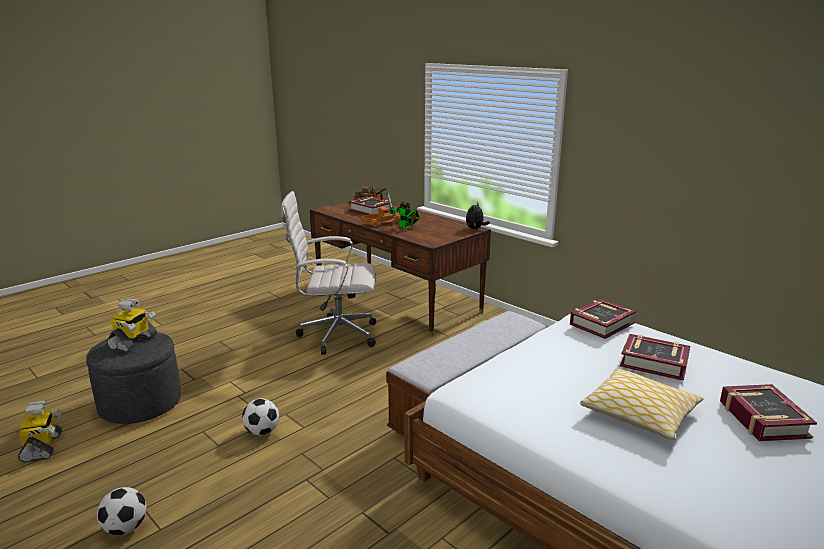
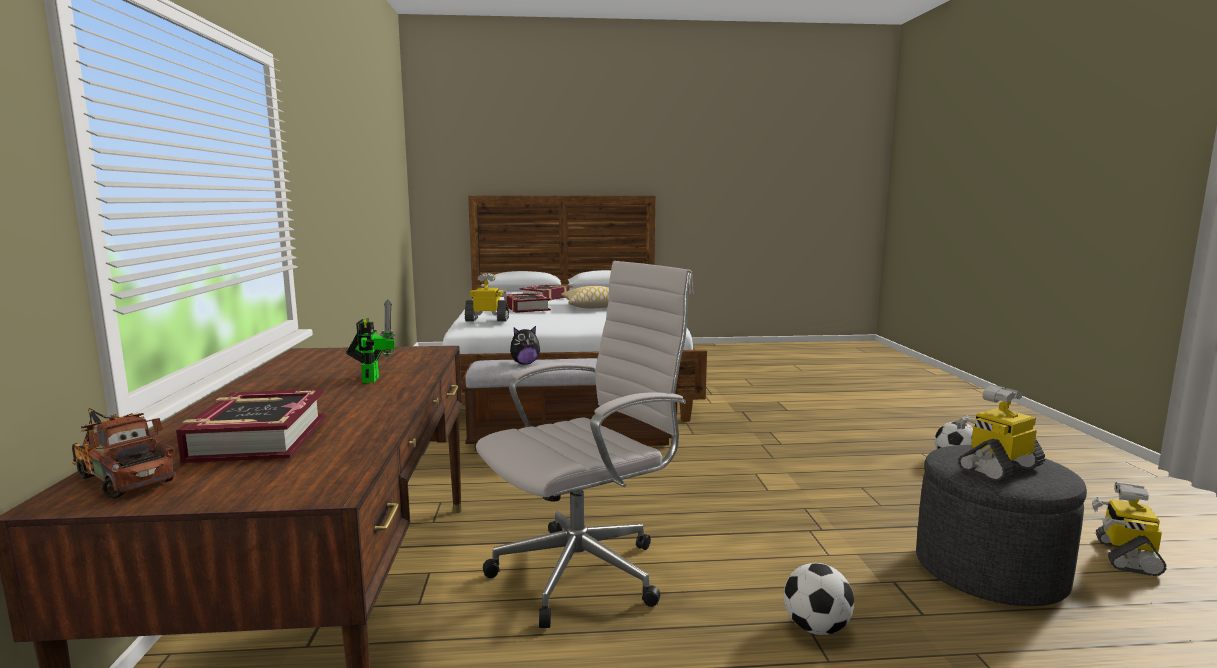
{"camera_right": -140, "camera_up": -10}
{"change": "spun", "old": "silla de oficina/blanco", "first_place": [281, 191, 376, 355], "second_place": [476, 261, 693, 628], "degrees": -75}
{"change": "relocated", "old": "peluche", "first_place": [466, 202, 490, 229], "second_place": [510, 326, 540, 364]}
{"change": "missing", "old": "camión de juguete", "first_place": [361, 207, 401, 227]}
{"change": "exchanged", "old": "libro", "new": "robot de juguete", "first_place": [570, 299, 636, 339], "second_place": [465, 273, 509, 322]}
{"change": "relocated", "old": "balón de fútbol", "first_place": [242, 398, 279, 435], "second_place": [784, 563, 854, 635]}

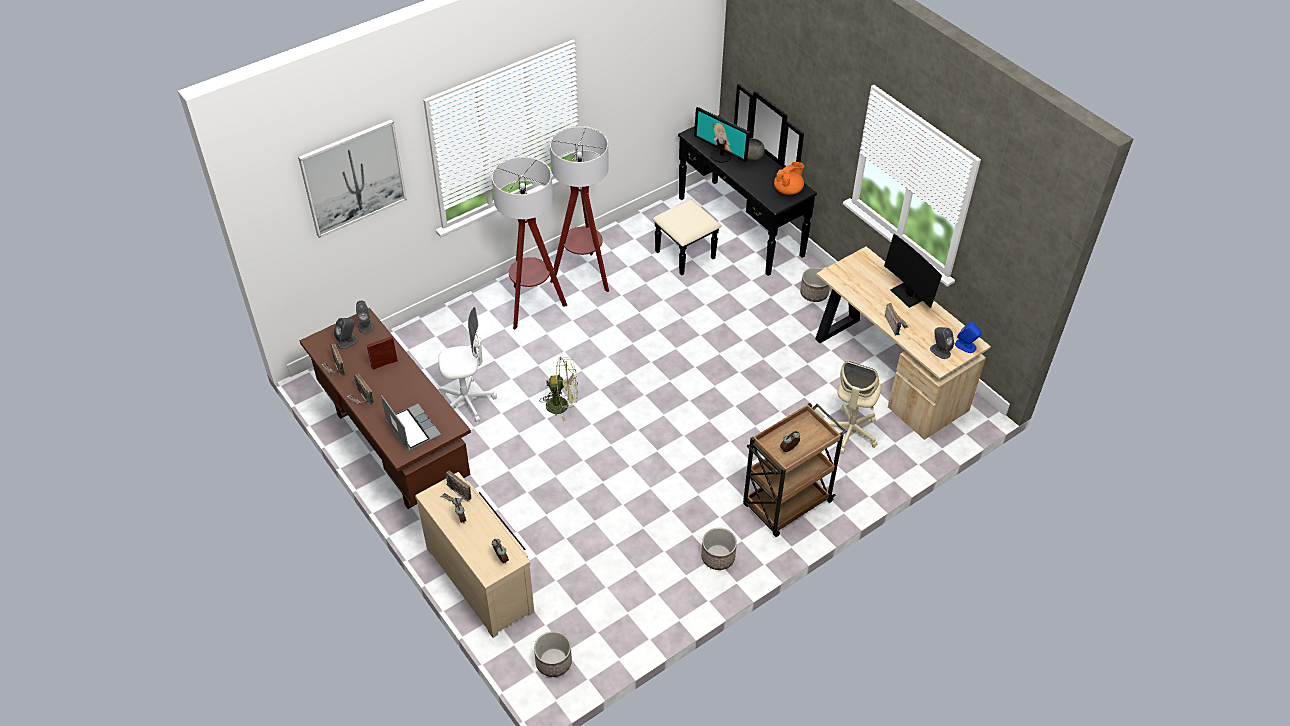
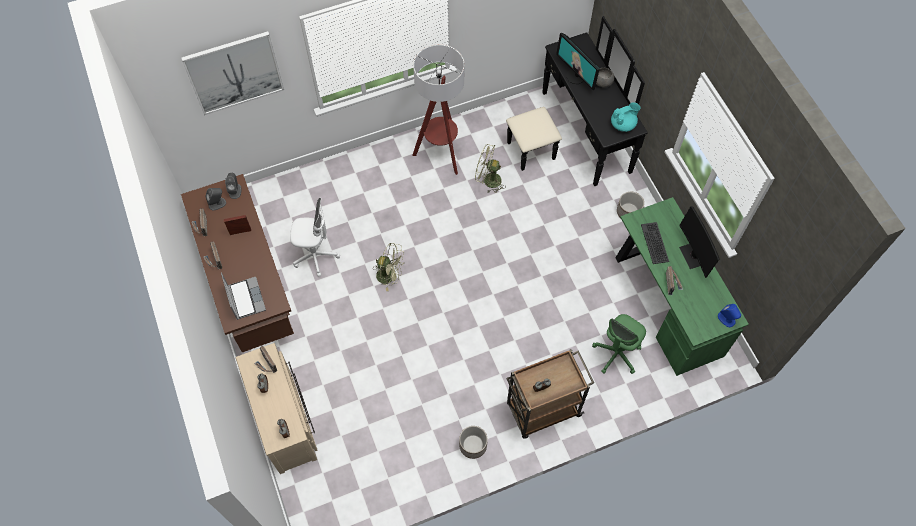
{"camera_right": 15, "camera_up": 15}
{"change": "missing", "old": "lámpara de pie", "first_place": [492, 156, 567, 329]}
{"change": "colour", "old": "tetera/naranja", "new": "tetera/turquesa", "first_place": [774, 162, 804, 195], "second_place": [611, 102, 641, 132]}
{"change": "colour", "old": "escritorio/beis", "new": "escritorio/verde", "first_place": [815, 246, 991, 440], "second_place": [615, 197, 749, 376]}
{"change": "missing", "old": "altavoz/gris", "first_place": [930, 327, 954, 359]}
{"change": "colour", "old": "silla de oficina/beis", "new": "silla de oficina/verde", "first_place": [827, 361, 881, 453], "second_place": [592, 314, 646, 374]}
{"change": "missing", "old": "maceta", "first_place": [534, 631, 572, 677]}
{"change": "appeared", "new": "ventilador/verde", "second_place": [475, 144, 506, 193]}
{"change": "appeared", "new": "teclado", "second_place": [641, 222, 669, 264]}

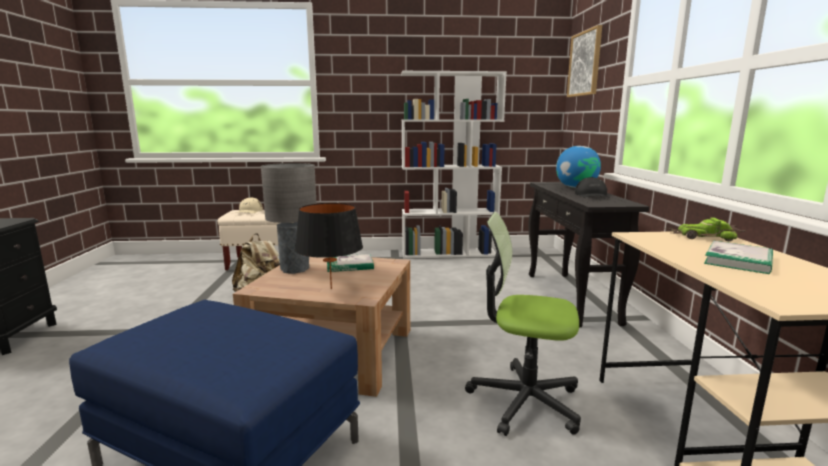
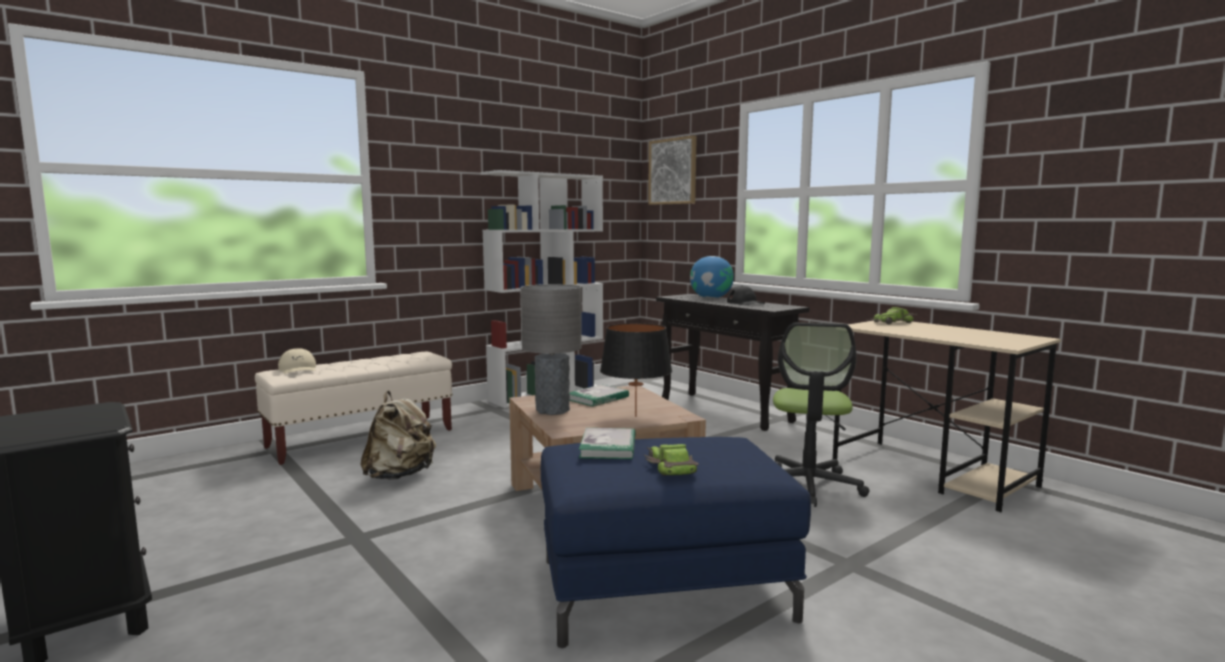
{"camera_right": -35, "camera_up": -5}
{"change": "spun", "old": "silla de oficina", "first_place": [465, 212, 581, 436], "second_place": [773, 322, 870, 507], "degrees": -60}
{"change": "relocated", "old": "libro", "first_place": [704, 241, 773, 274], "second_place": [579, 428, 635, 459]}
{"change": "appeared", "new": "coche de juguete", "second_place": [643, 444, 699, 476]}

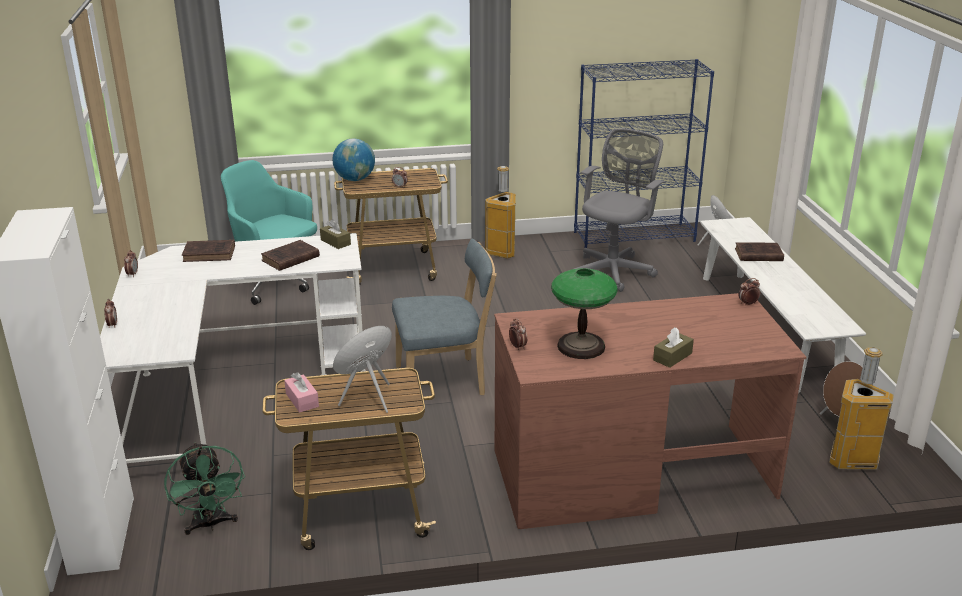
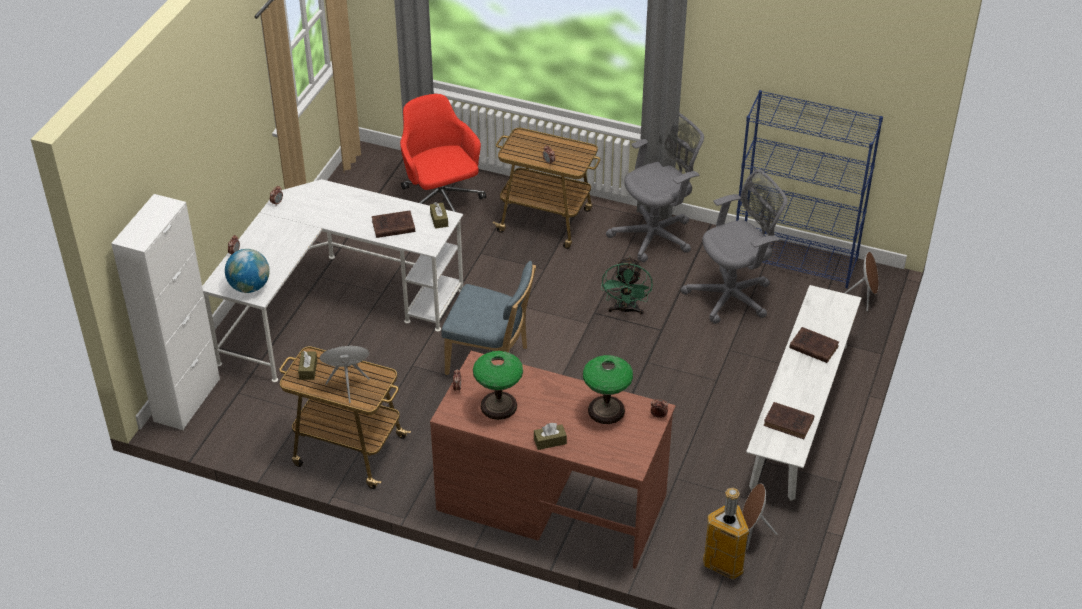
{"camera_right": 30, "camera_up": 15}
{"change": "relocated", "old": "globo terráqueo", "first_place": [333, 139, 375, 181], "second_place": [225, 249, 270, 293]}
{"change": "colour", "old": "silla de oficina/turquesa", "new": "silla de oficina/rojo", "first_place": [221, 160, 317, 305], "second_place": [400, 94, 486, 212]}
{"change": "exchanged", "old": "papelera", "new": "silla de oficina/gris", "first_place": [485, 166, 516, 258], "second_place": [606, 113, 704, 262]}
{"change": "relocated", "old": "libro/marrón", "first_place": [182, 240, 235, 262], "second_place": [763, 402, 814, 439]}
{"change": "colour", "old": "caja de pañuelos/rosa", "new": "caja de pañuelos/marrón", "first_place": [284, 372, 319, 413], "second_place": [298, 351, 317, 380]}
{"change": "relocated", "old": "ventilador/verde", "first_place": [164, 442, 245, 535], "second_place": [601, 256, 653, 315]}
{"change": "appeared", "new": "lámpara de mesa", "second_place": [583, 355, 633, 424]}

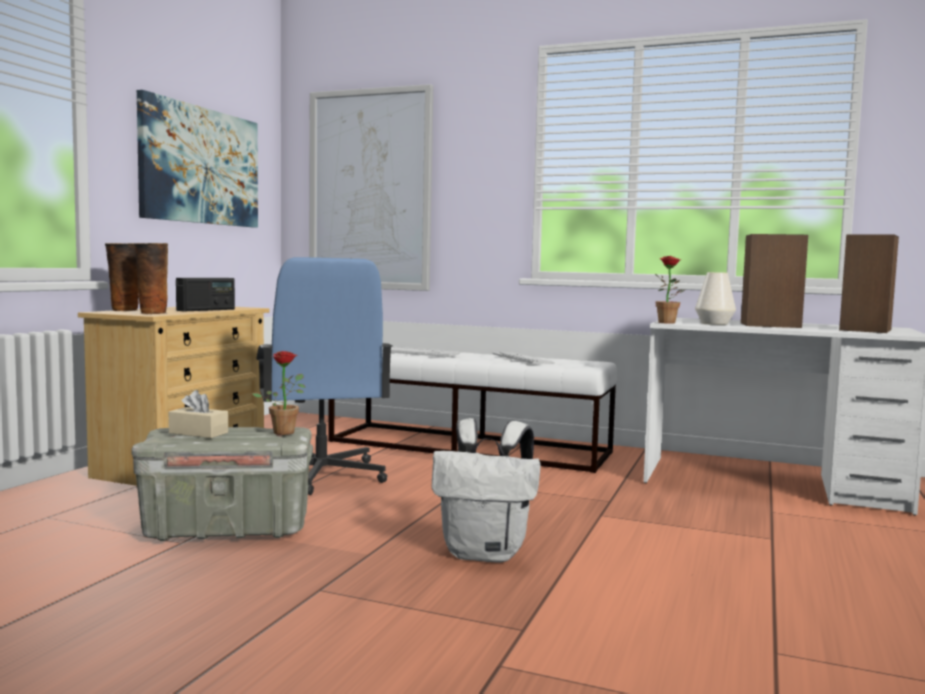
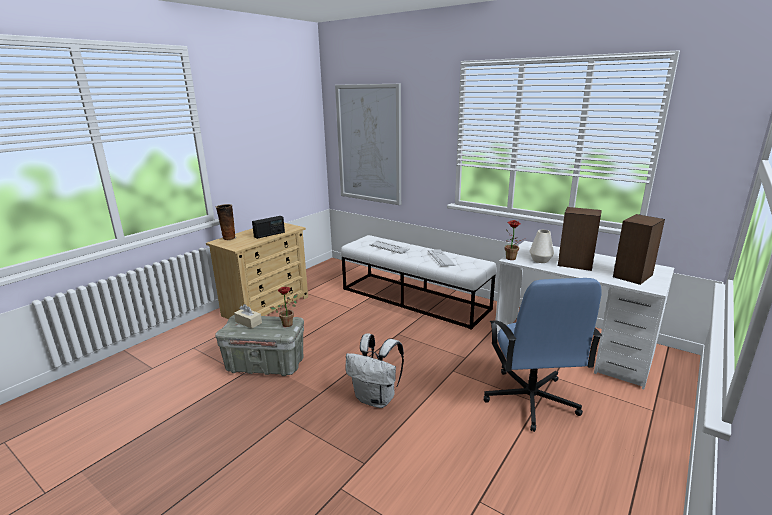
{"camera_right": 15, "camera_up": 15}
{"change": "missing", "old": "cuadro", "first_place": [137, 90, 258, 228]}
{"change": "missing", "old": "florero", "first_place": [134, 243, 168, 314]}
{"change": "relocated", "old": "silla de oficina/azul", "first_place": [257, 257, 392, 495], "second_place": [484, 278, 602, 432]}

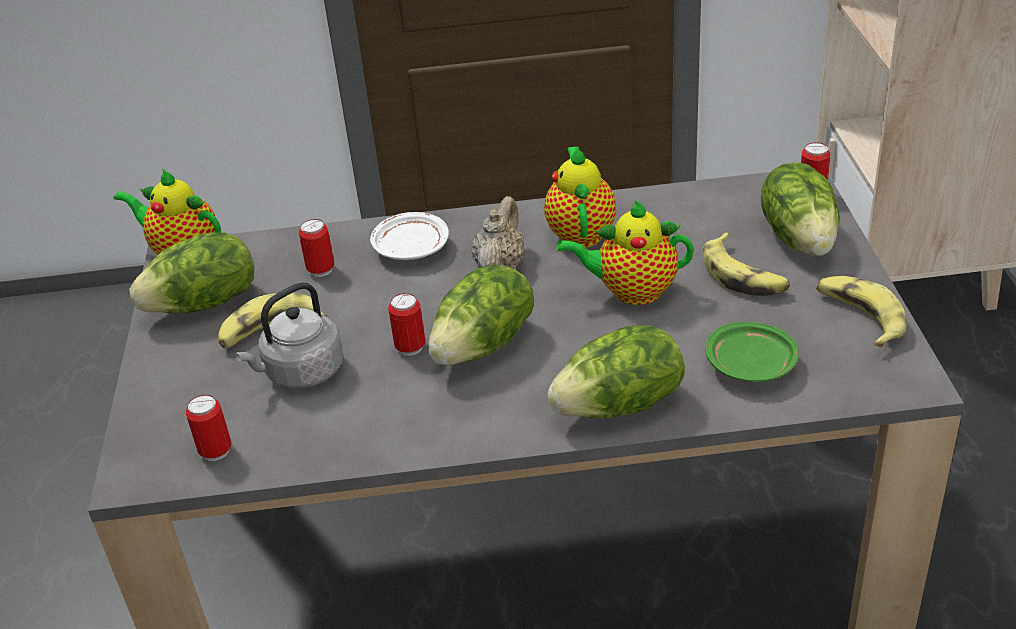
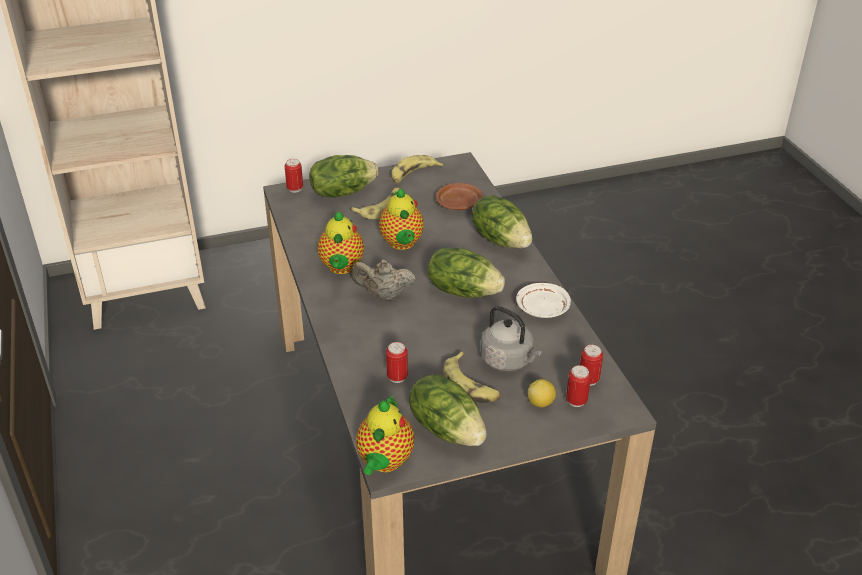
{"camera_right": -105, "camera_up": 0}
{"change": "spun", "old": "tetera", "first_place": [544, 147, 616, 248], "second_place": [317, 212, 364, 274], "degrees": -75}
{"change": "relocated", "old": "plato/blanco", "first_place": [370, 212, 449, 260], "second_place": [516, 283, 571, 318]}
{"change": "relocated", "old": "lata", "first_place": [388, 293, 425, 356], "second_place": [566, 365, 591, 407]}
{"change": "colour", "old": "plato/verde", "new": "plato/marrón", "first_place": [705, 322, 799, 382], "second_place": [436, 183, 483, 210]}
{"change": "appeared", "new": "limón", "second_place": [528, 379, 556, 407]}

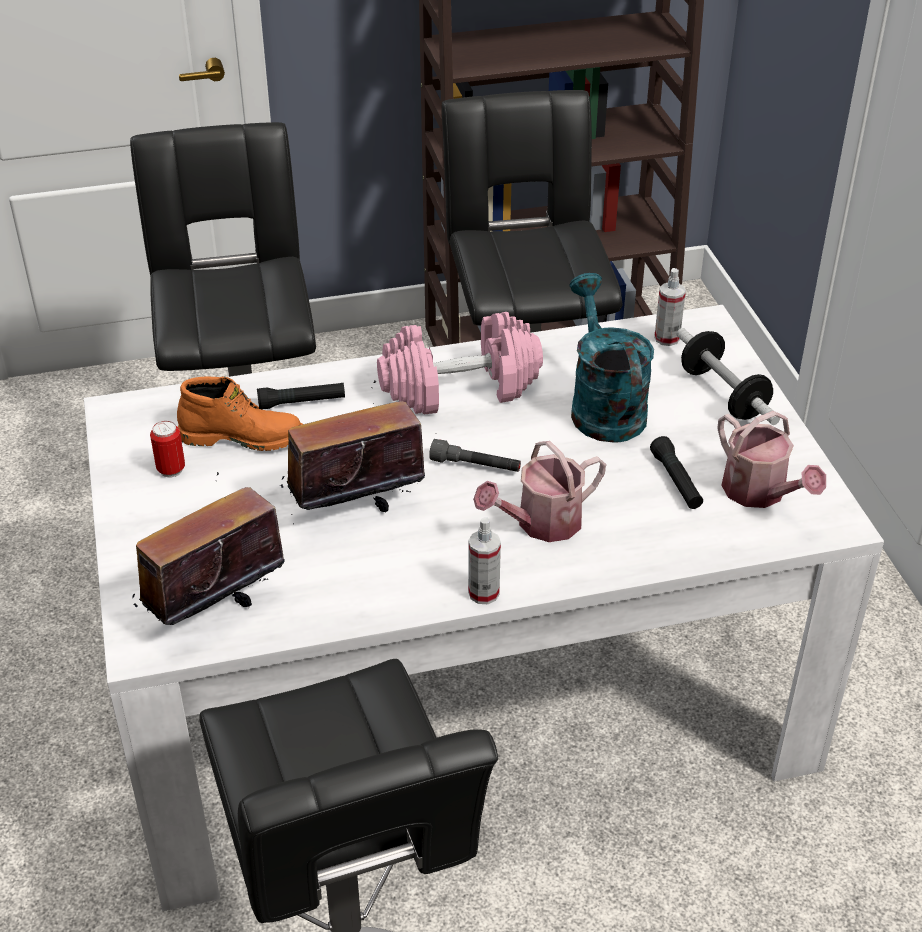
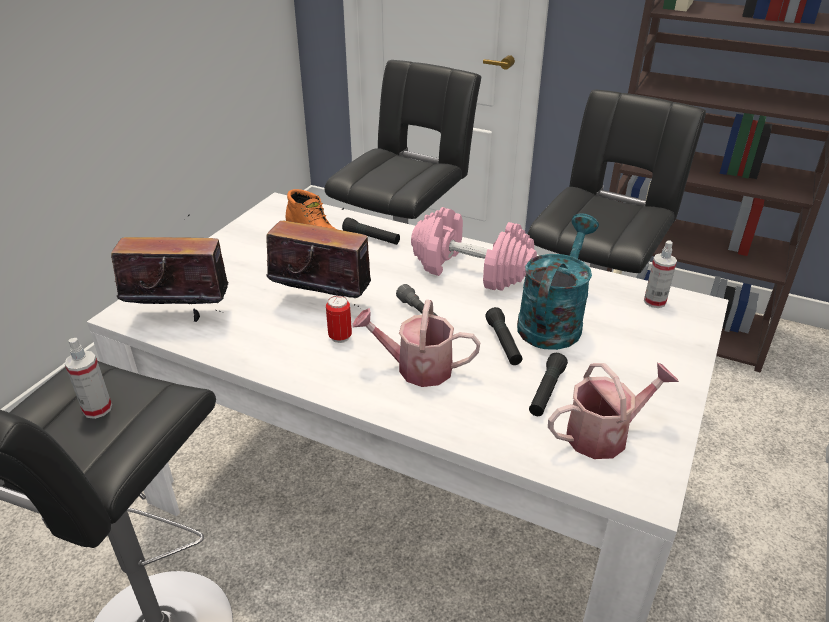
{"camera_right": 40, "camera_up": -5}
{"change": "missing", "old": "mancuerna", "first_place": [677, 328, 780, 425]}
{"change": "spun", "old": "regadera", "first_place": [717, 411, 826, 508], "second_place": [548, 363, 679, 459], "degrees": -120}
{"change": "relocated", "old": "lata", "first_place": [150, 421, 185, 477], "second_place": [326, 296, 352, 343]}
{"change": "relocated", "old": "pulverizador", "first_place": [468, 517, 501, 604], "second_place": [65, 338, 112, 419]}
{"change": "appeared", "new": "linterna/negro", "second_place": [485, 307, 523, 365]}

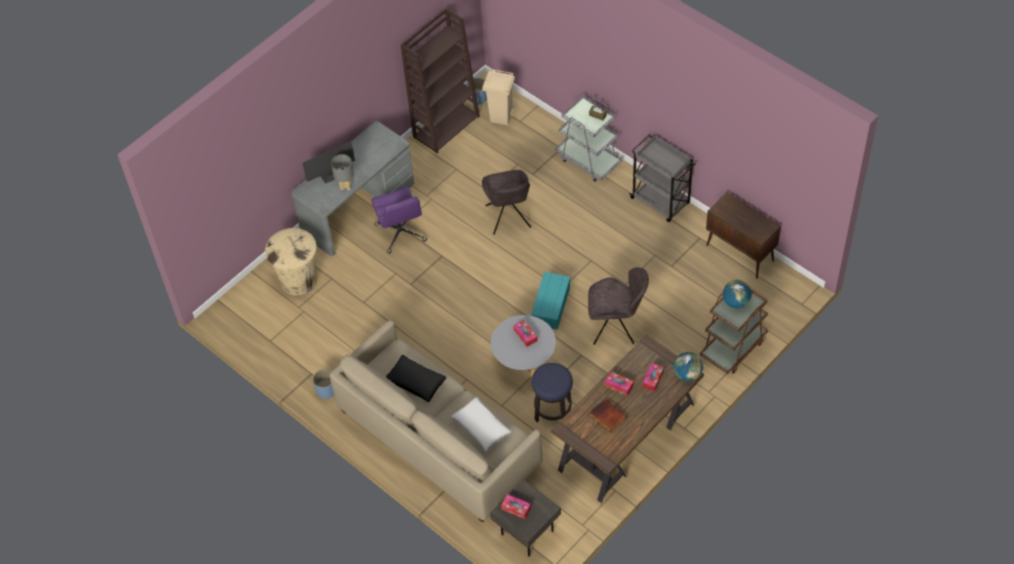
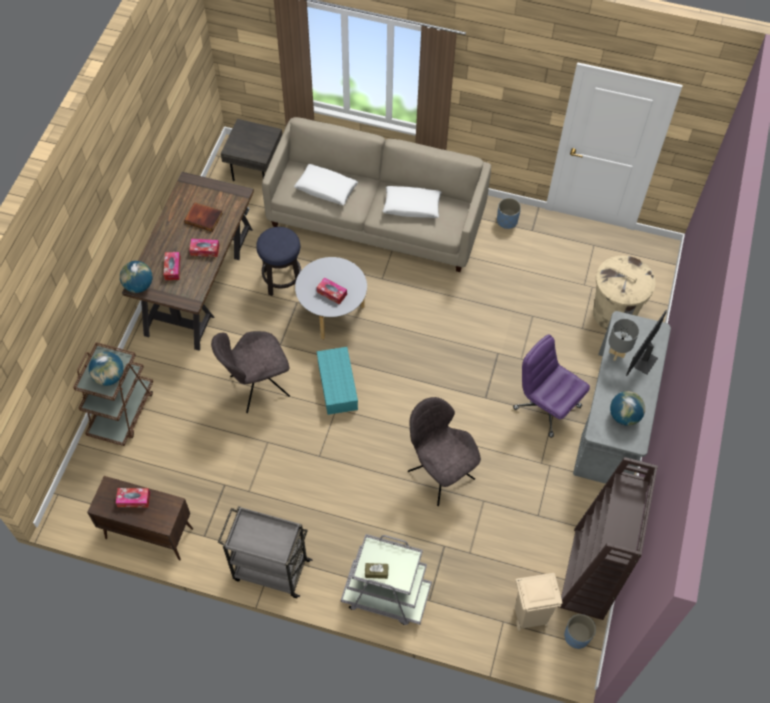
{"camera_right": 150, "camera_up": 5}
{"change": "colour", "old": "cojín/negro", "new": "cojín/blanco", "first_place": [386, 355, 446, 402], "second_place": [383, 186, 442, 218]}
{"change": "relocated", "old": "caja de pañuelos", "first_place": [501, 494, 531, 519], "second_place": [116, 488, 150, 507]}
{"change": "appeared", "new": "globo terráqueo", "second_place": [610, 391, 645, 426]}

